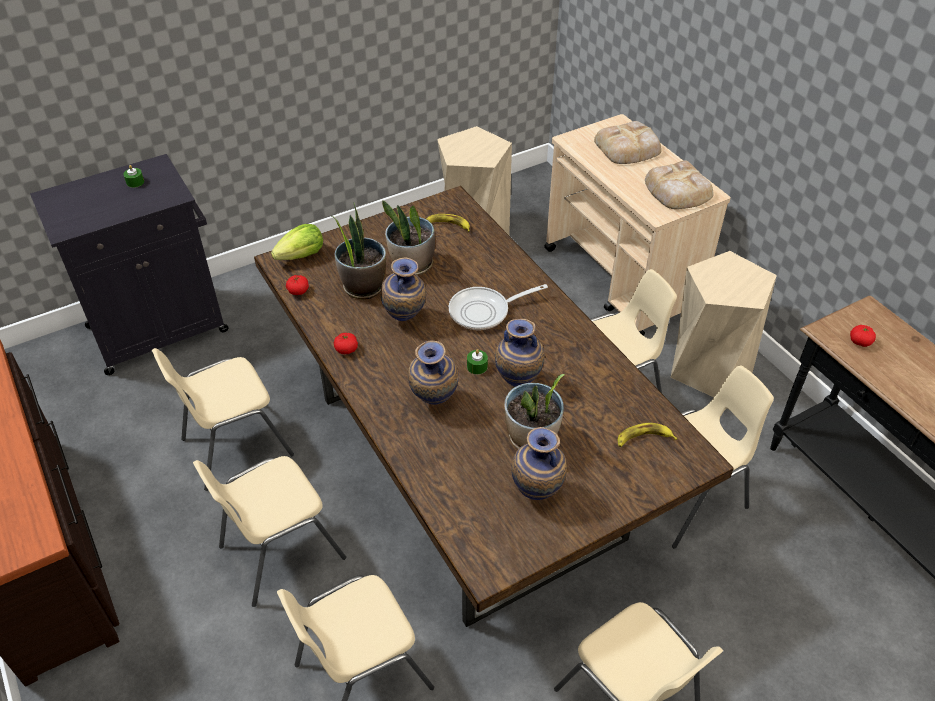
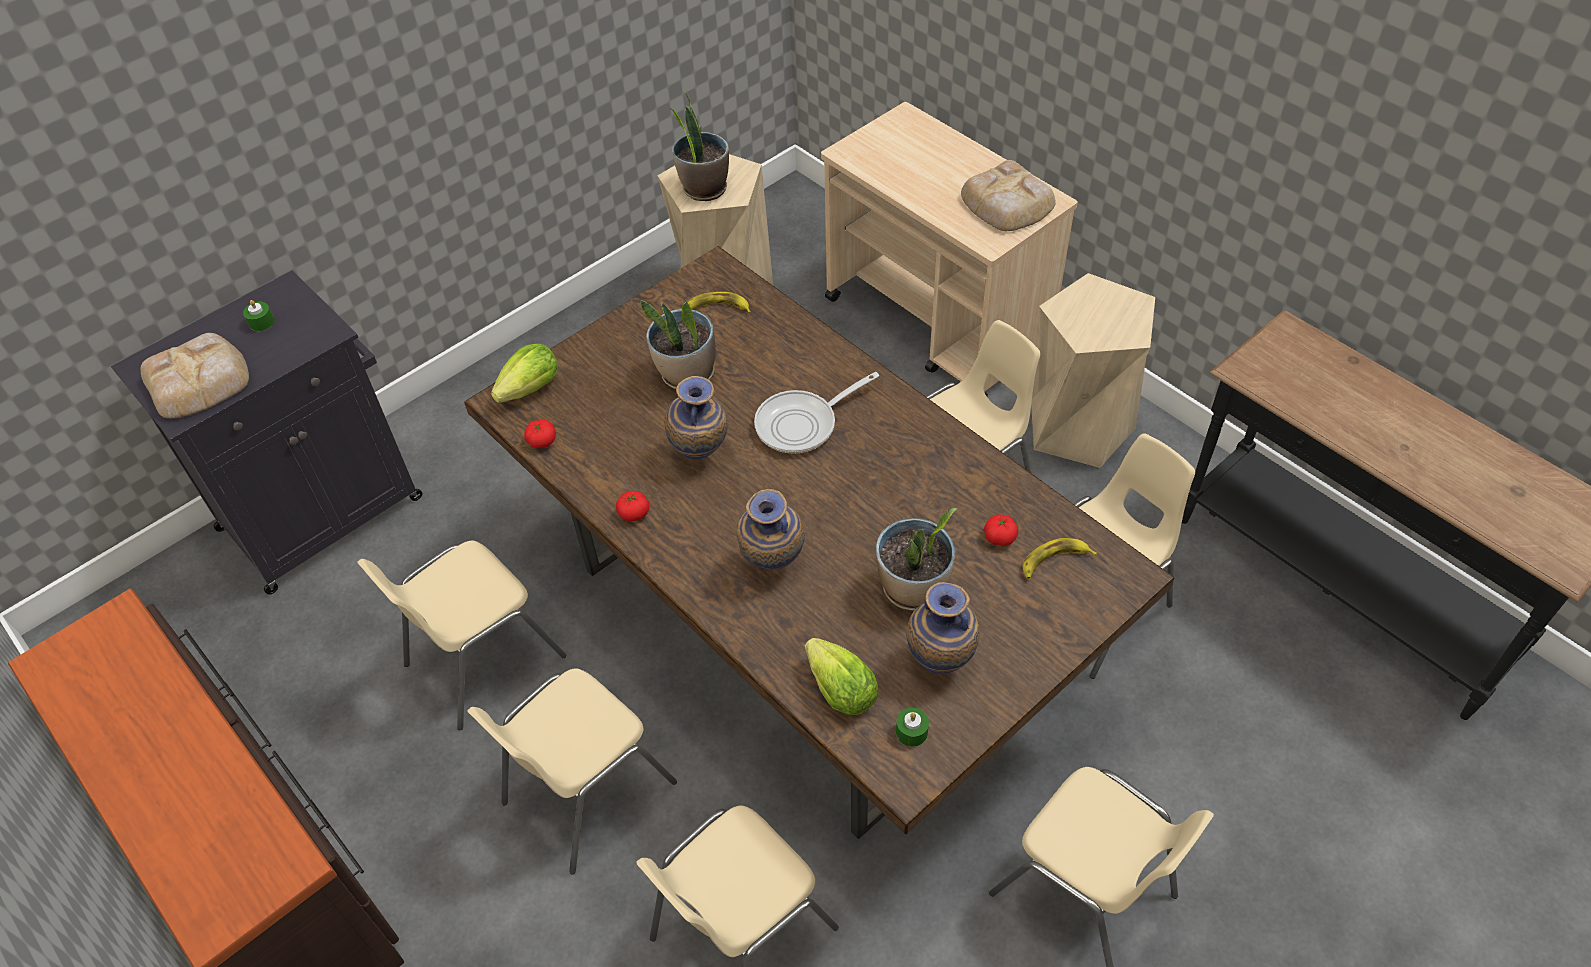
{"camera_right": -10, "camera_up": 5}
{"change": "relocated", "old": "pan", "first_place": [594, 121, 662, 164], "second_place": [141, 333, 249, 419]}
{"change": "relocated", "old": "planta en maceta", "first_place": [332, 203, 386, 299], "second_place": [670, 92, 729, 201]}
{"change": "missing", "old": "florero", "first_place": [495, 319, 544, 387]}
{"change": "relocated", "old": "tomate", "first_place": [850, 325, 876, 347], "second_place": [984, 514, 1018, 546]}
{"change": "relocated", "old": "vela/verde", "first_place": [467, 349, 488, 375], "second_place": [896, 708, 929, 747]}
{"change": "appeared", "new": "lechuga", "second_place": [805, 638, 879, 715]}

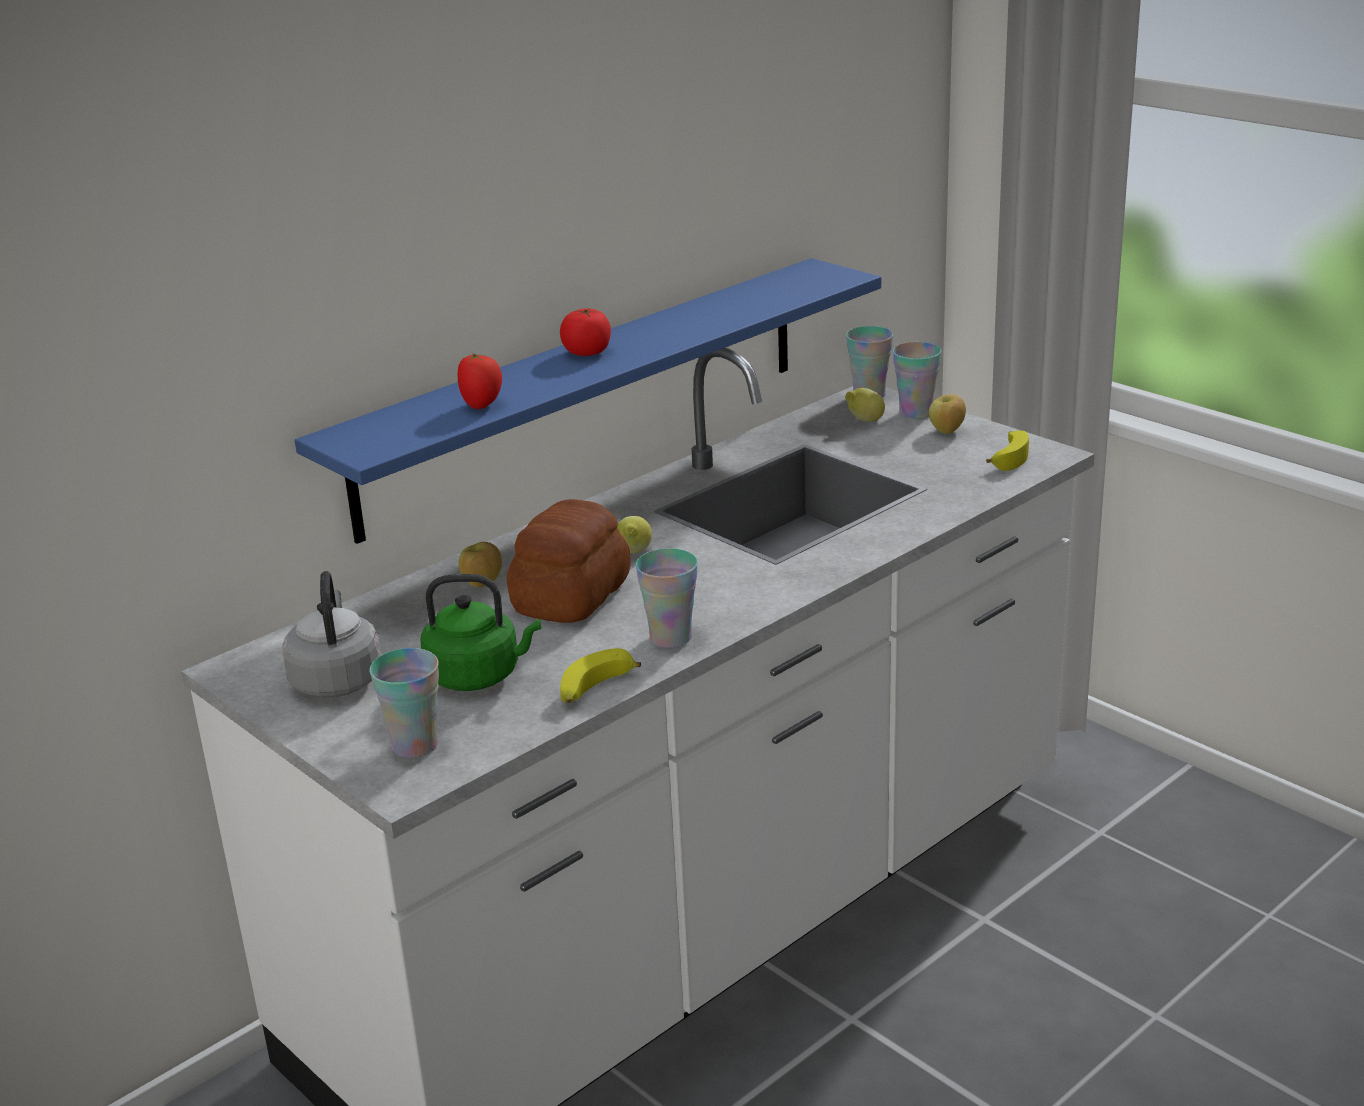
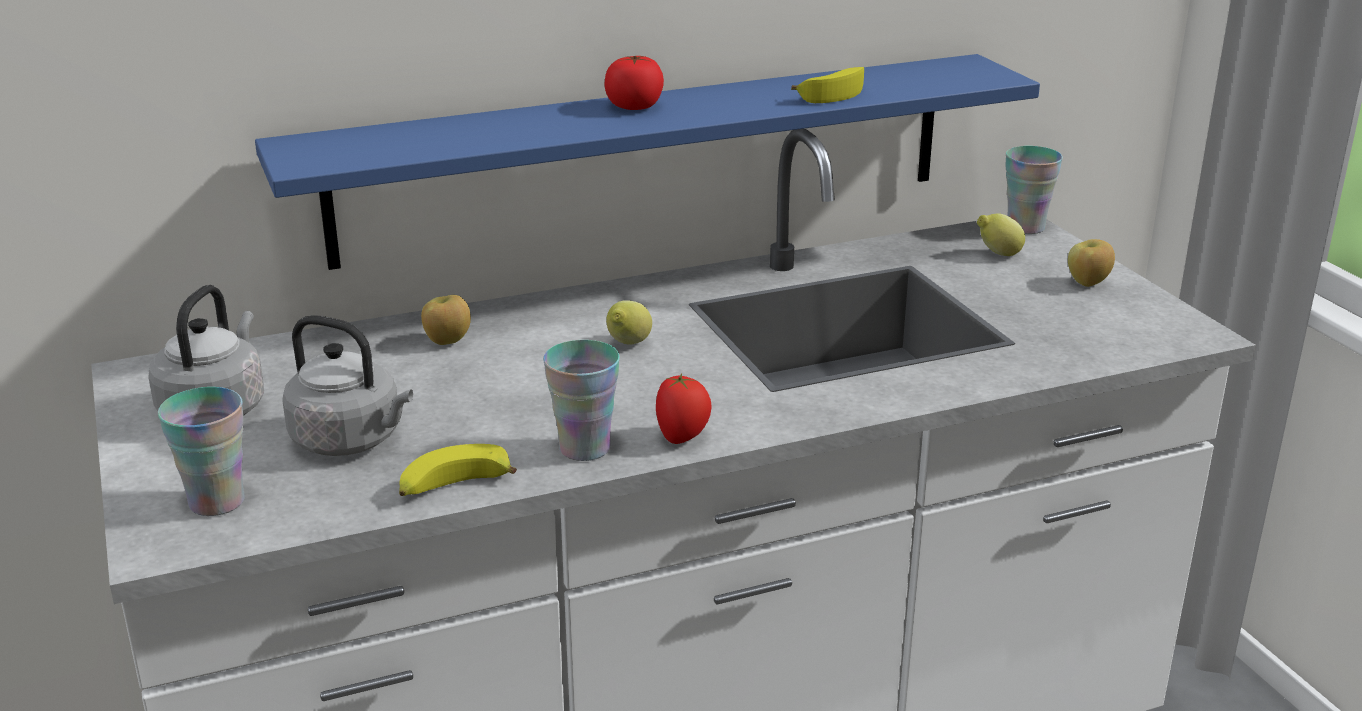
{"camera_right": 20, "camera_up": 0}
{"change": "missing", "old": "taza", "first_place": [893, 342, 941, 419]}
{"change": "relocated", "old": "tomate", "first_place": [458, 353, 502, 409], "second_place": [656, 374, 712, 444]}
{"change": "relocated", "old": "plátano", "first_place": [986, 430, 1029, 471], "second_place": [791, 67, 864, 103]}
{"change": "missing", "old": "pan", "first_place": [507, 499, 631, 623]}
{"change": "colour", "old": "hervidor/verde", "new": "hervidor/gris", "first_place": [420, 574, 541, 691], "second_place": [282, 315, 413, 456]}

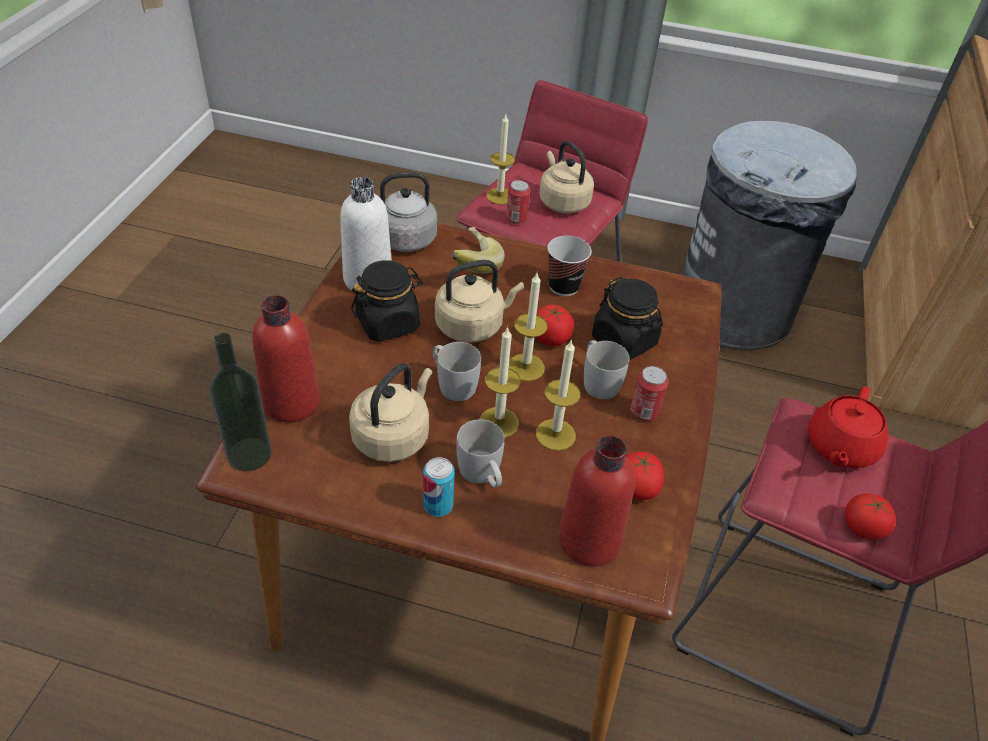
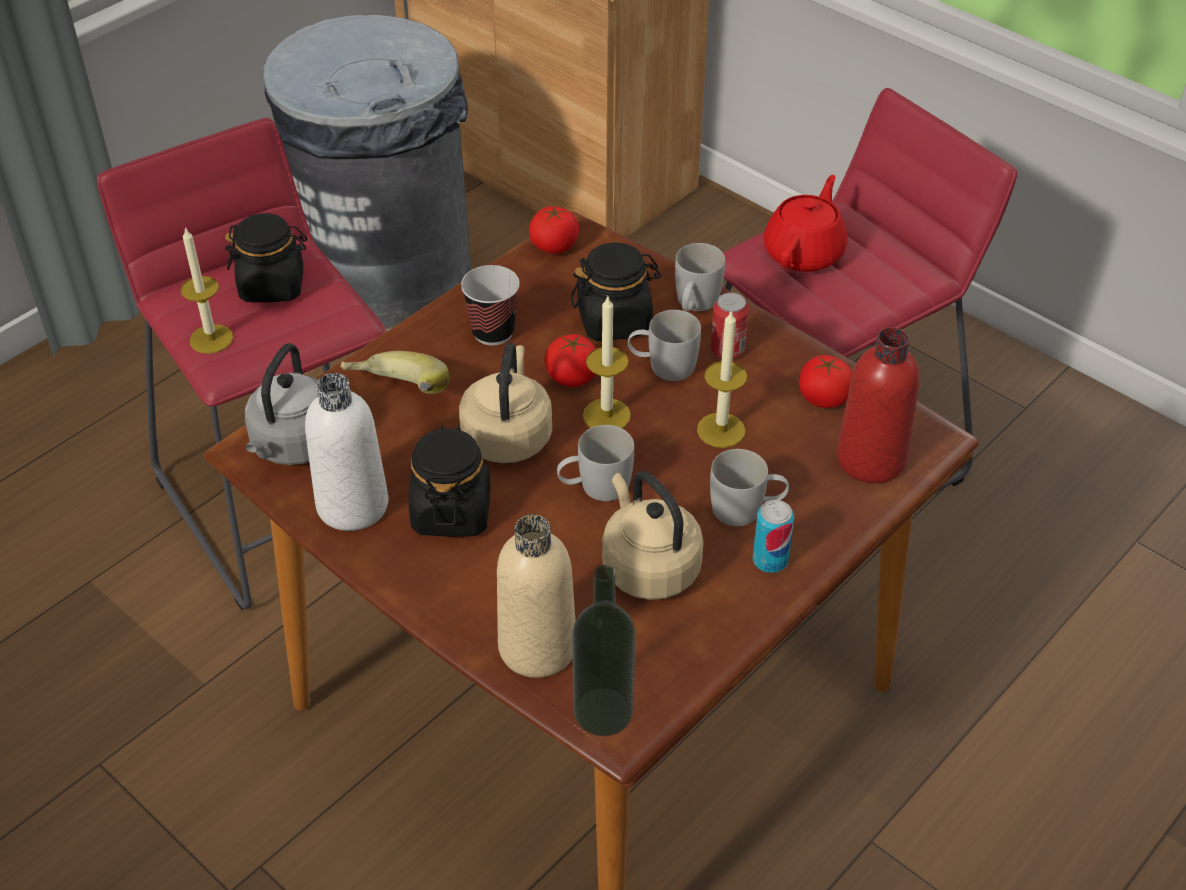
{"camera_right": -60, "camera_up": 0}
{"change": "exchanged", "old": "hervidor/beis", "new": "tarro/negro", "first_place": [539, 141, 594, 213], "second_place": [225, 213, 307, 302]}
{"change": "missing", "old": "lata", "first_place": [506, 180, 530, 224]}
{"change": "colour", "old": "botella/rojo", "new": "botella/beis", "first_place": [252, 295, 320, 423], "second_place": [497, 514, 575, 678]}
{"change": "missing", "old": "vela", "first_place": [480, 326, 521, 438]}
{"change": "spun", "old": "tetera/rojo", "first_place": [808, 386, 888, 468], "second_place": [764, 175, 847, 272], "degrees": -120}
{"change": "relocated", "old": "tomate", "first_place": [845, 494, 896, 540], "second_place": [529, 206, 579, 254]}
{"change": "appeared", "new": "taza grande/blanco", "second_place": [675, 243, 725, 311]}

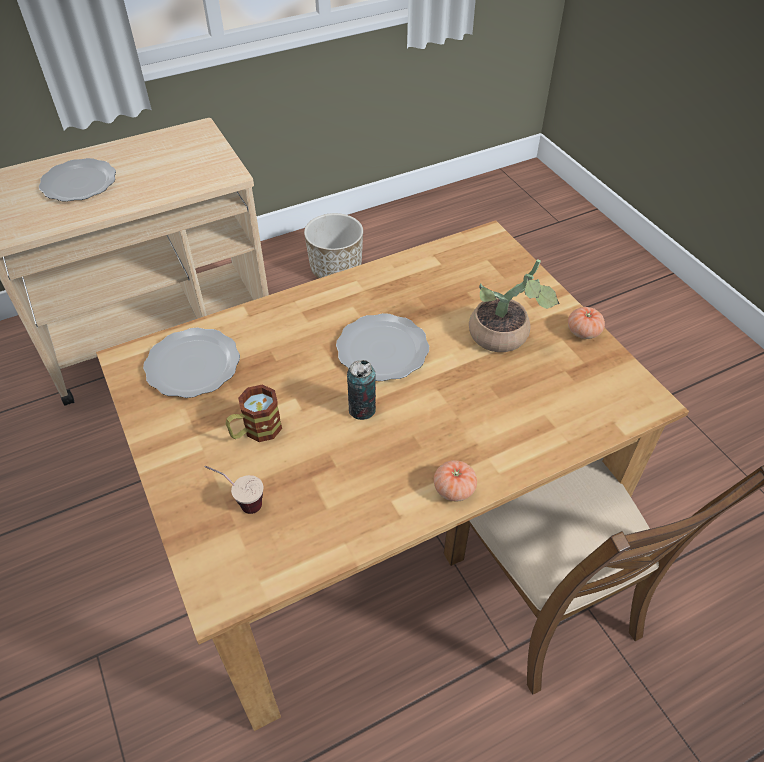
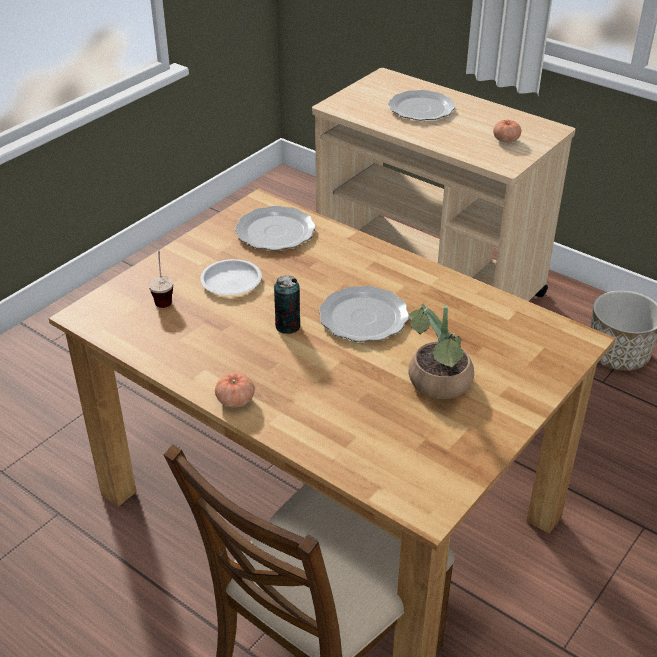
{"camera_right": 65, "camera_up": -10}
{"change": "relocated", "old": "tomate", "first_place": [568, 307, 605, 339], "second_place": [493, 120, 521, 143]}
{"change": "exchanged", "old": "taza grande", "new": "plato/blanco", "first_place": [226, 385, 282, 442], "second_place": [200, 259, 262, 295]}

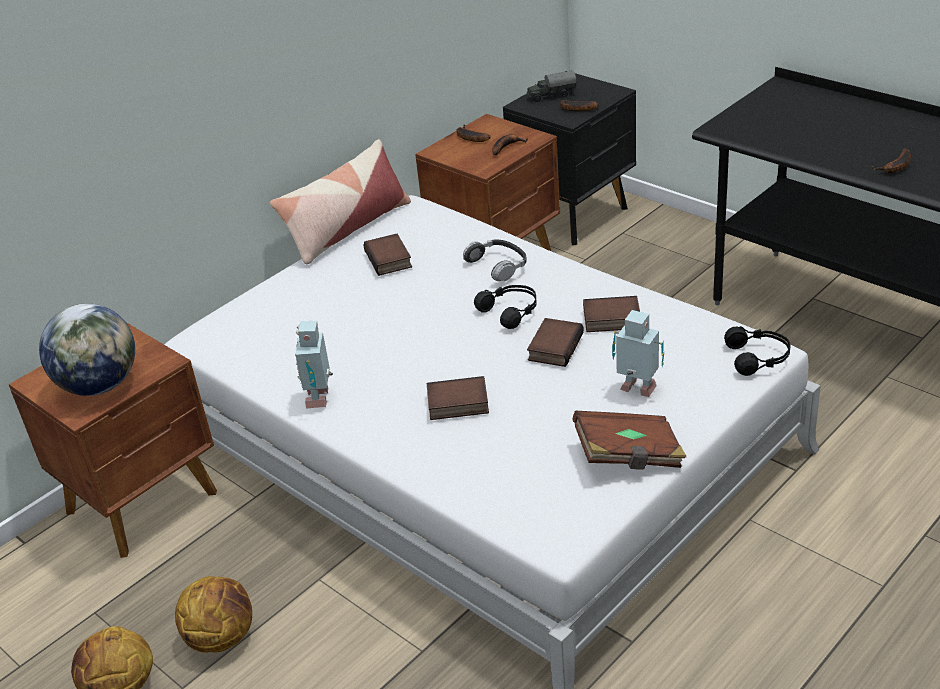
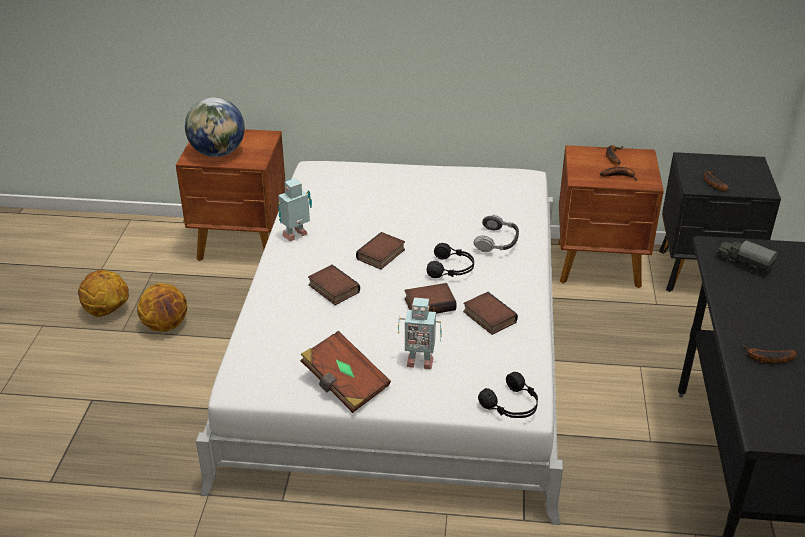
{"camera_right": 50, "camera_up": 0}
{"change": "relocated", "old": "camión de juguete", "first_place": [527, 70, 577, 102], "second_place": [716, 240, 778, 273]}
{"change": "missing", "old": "cojín", "first_place": [270, 139, 411, 264]}
{"change": "relocated", "old": "libro", "first_place": [363, 234, 412, 276], "second_place": [356, 232, 405, 269]}
{"change": "spun", "old": "robot de juguete", "first_place": [612, 310, 664, 397], "second_place": [398, 297, 442, 369], "degrees": 105}

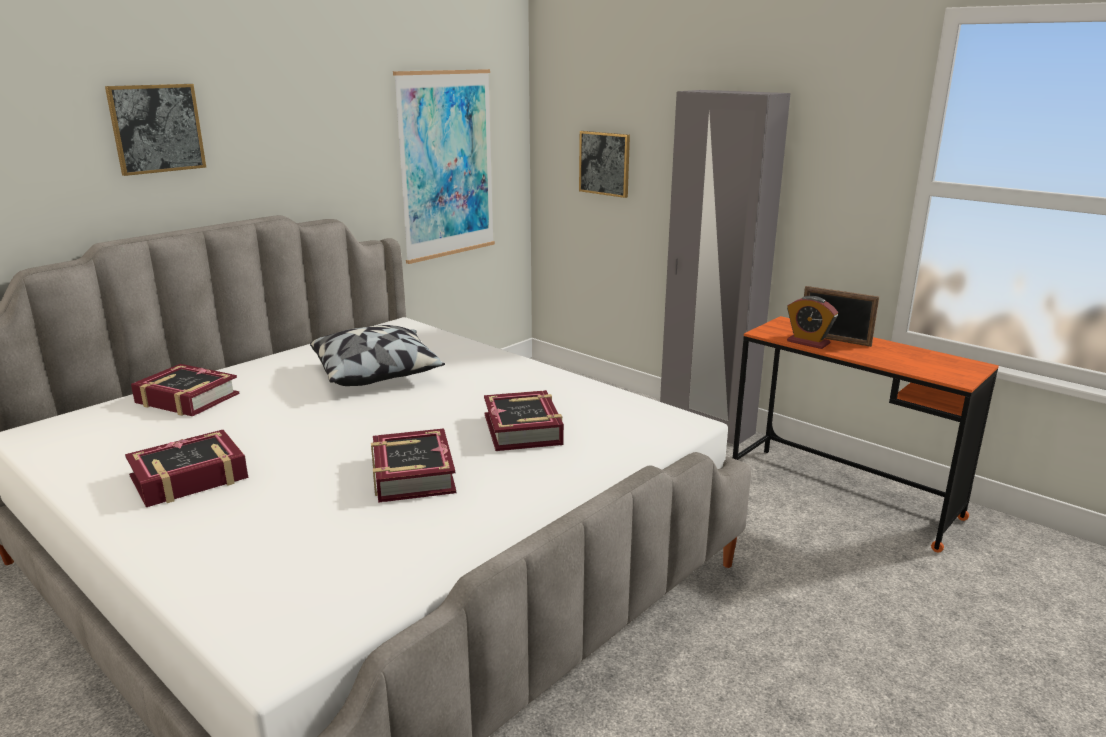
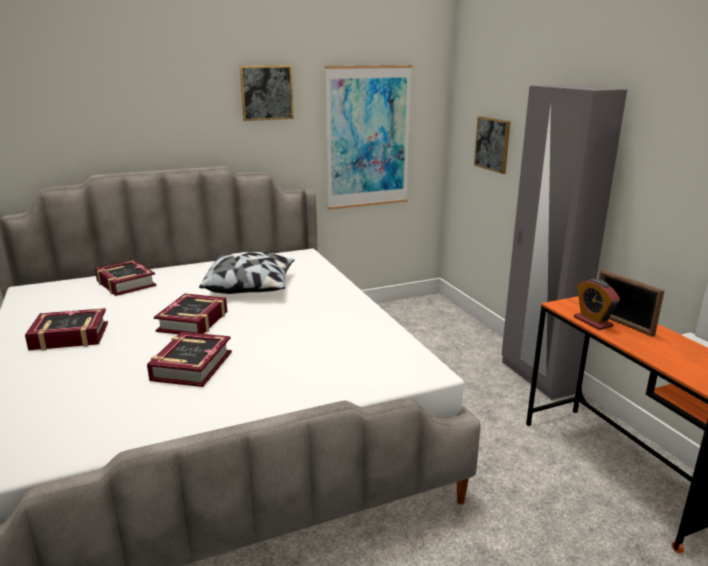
{"camera_right": 25, "camera_up": 0}
{"change": "relocated", "old": "cuadro", "first_place": [105, 84, 206, 176], "second_place": [240, 65, 294, 121]}
{"change": "relocated", "old": "libro", "first_place": [484, 390, 564, 451], "second_place": [154, 294, 227, 334]}

